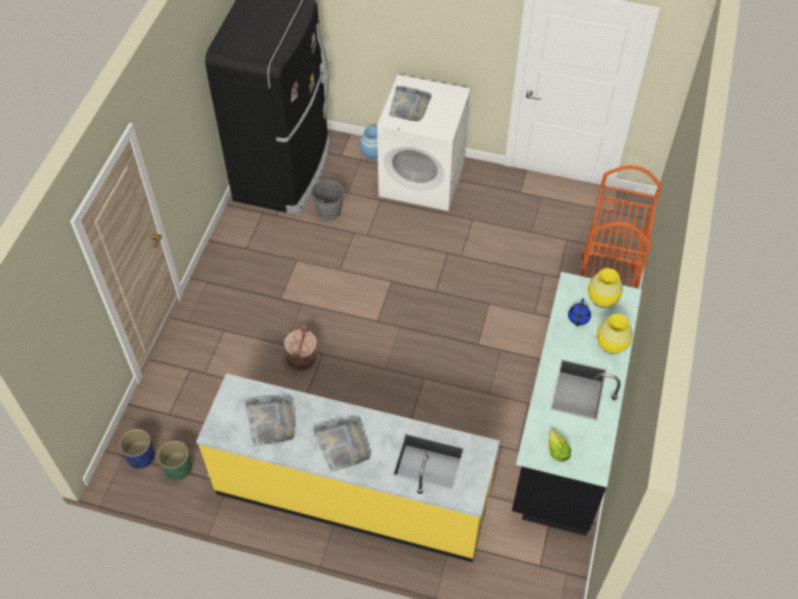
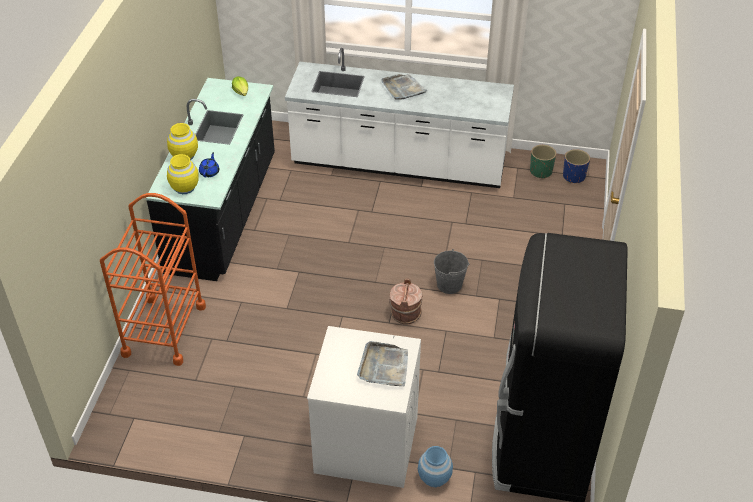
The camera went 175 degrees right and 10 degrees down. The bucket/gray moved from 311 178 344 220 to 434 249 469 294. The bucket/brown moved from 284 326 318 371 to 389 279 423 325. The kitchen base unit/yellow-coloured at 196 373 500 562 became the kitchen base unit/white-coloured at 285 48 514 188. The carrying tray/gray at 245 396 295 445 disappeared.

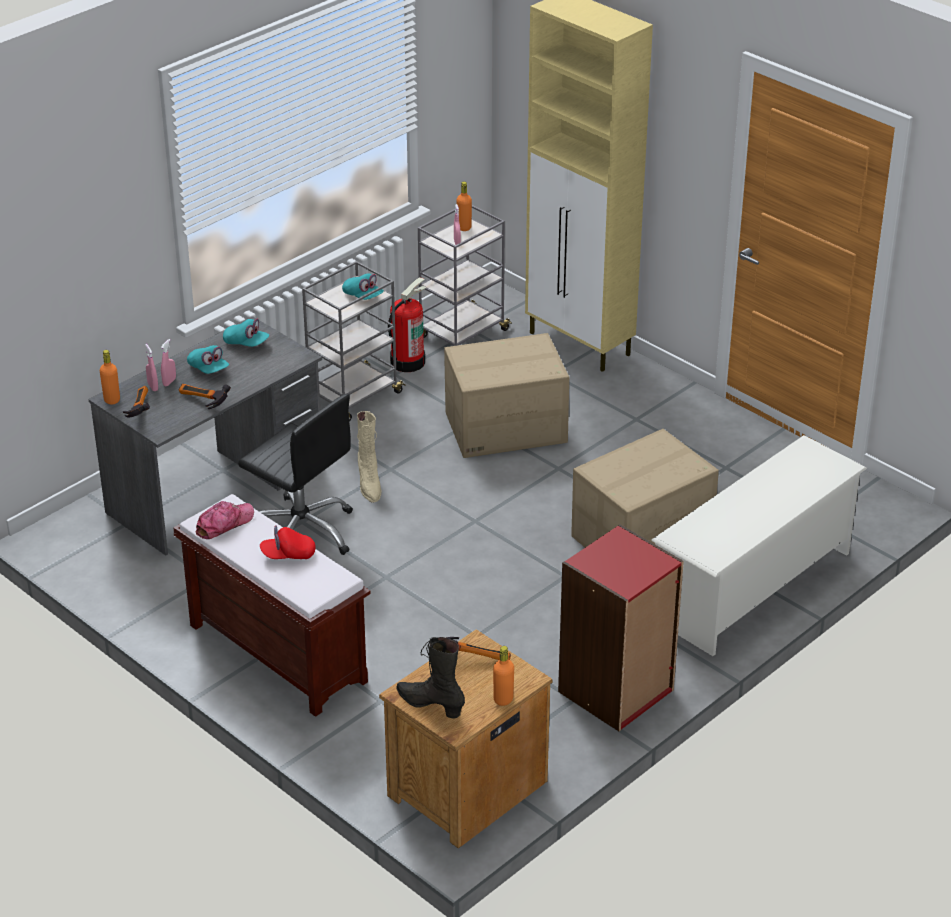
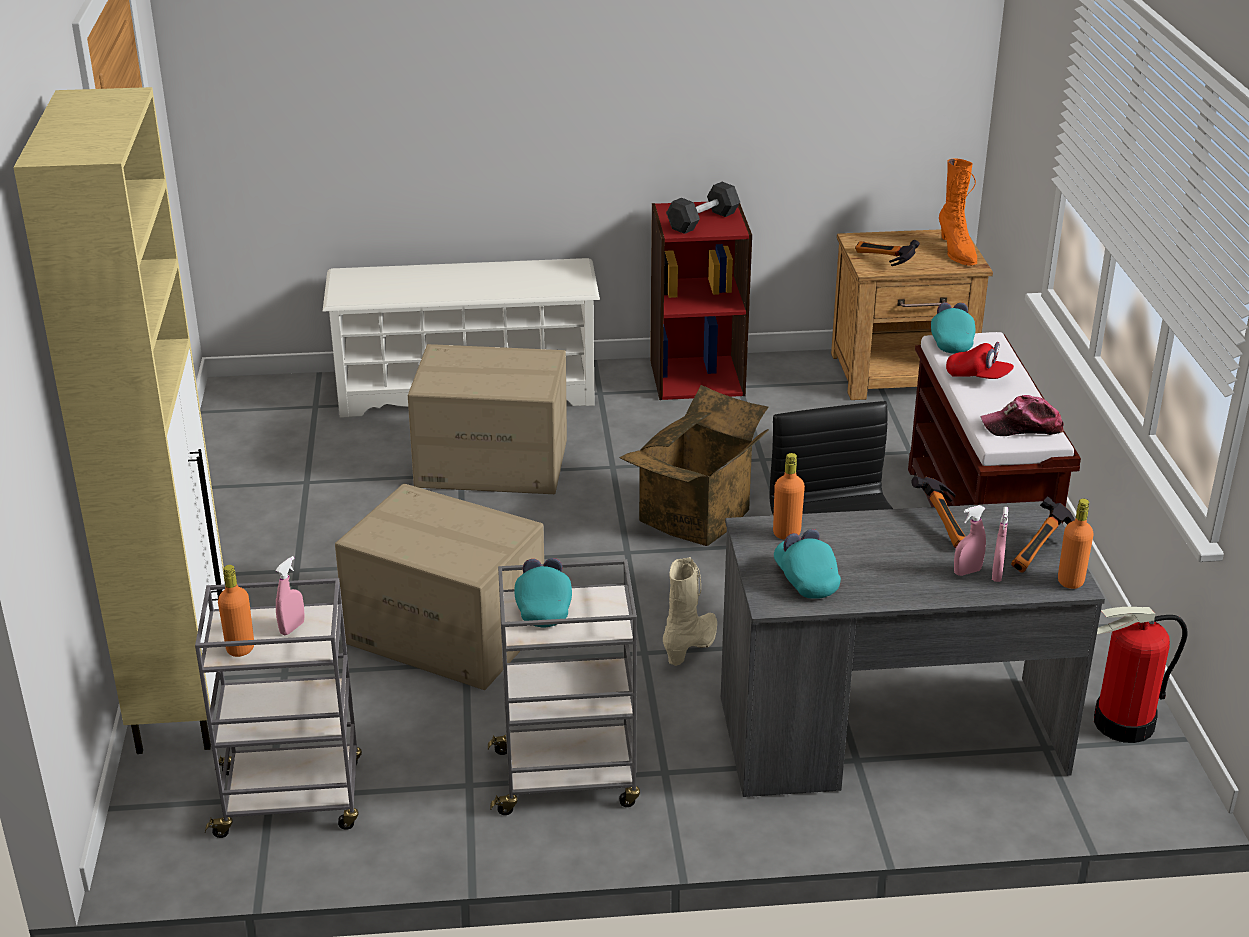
The camera went 140 degrees left and 5 degrees down. The fire-fighting cylinder moved from 388 277 427 372 to 1094 607 1187 743. The peaked cap/turquoise-coloured moved from 187 345 229 374 to 931 302 976 354. The boot/blackish at 396 637 465 719 became the boot/orange at 939 159 977 266. The drink bottle/orange moved from 493 646 514 706 to 773 453 805 540. The free weight/blackish at 666 182 740 234 appeared. The cardboard box at 619 385 769 546 appeared.

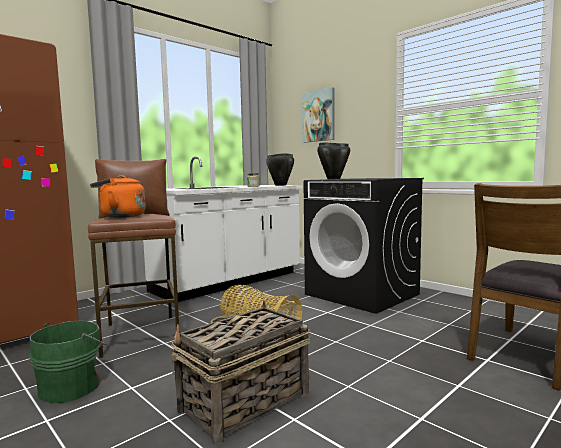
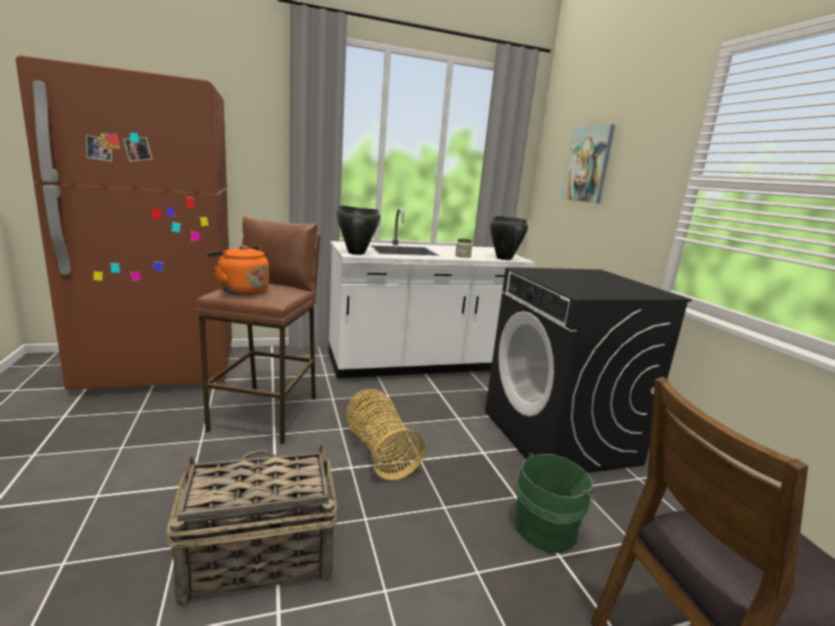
The camera went 25 degrees right and 10 degrees up. The stockpot/blackish moved from 317 142 350 179 to 336 205 380 255. The bucket/greenish moved from 30 321 108 403 to 514 453 598 553.

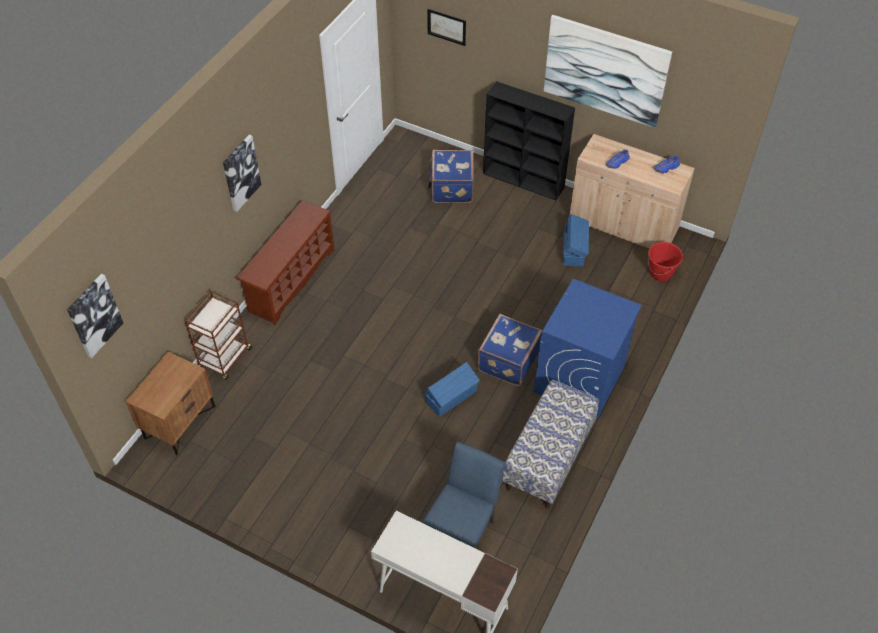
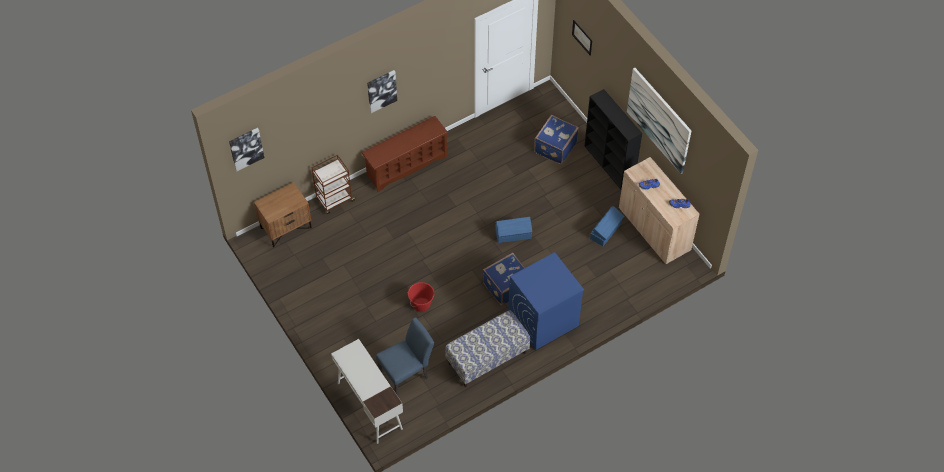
The camera went 30 degrees right and 5 degrees up. The bucket/red-coloured moved from 648 242 683 281 to 408 282 435 312. The storage box/blue-coloured moved from 425 362 480 417 to 495 217 532 243.

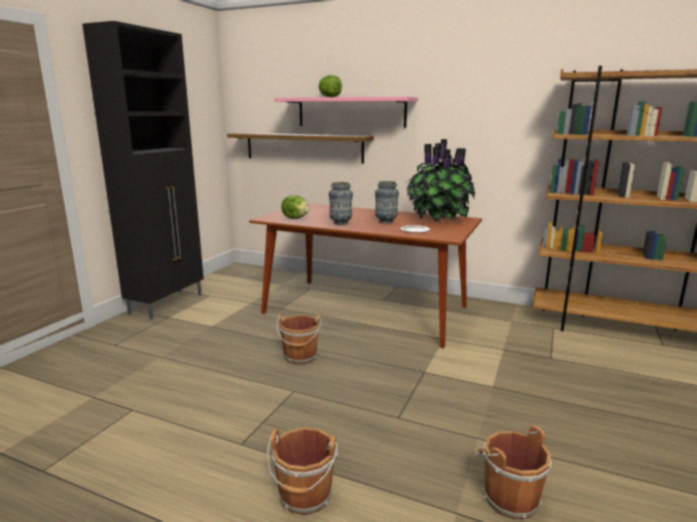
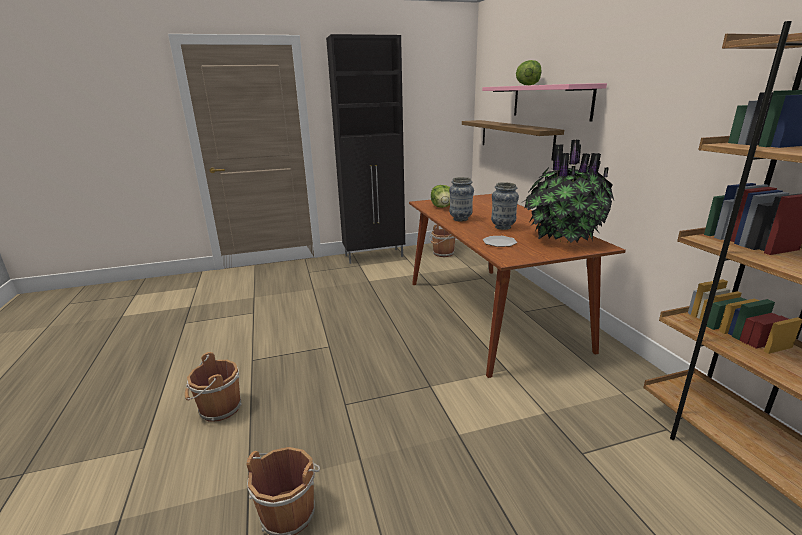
The camera went 50 degrees right and 5 degrees up. The bucket/brown moved from 277 314 322 364 to 429 224 455 257.

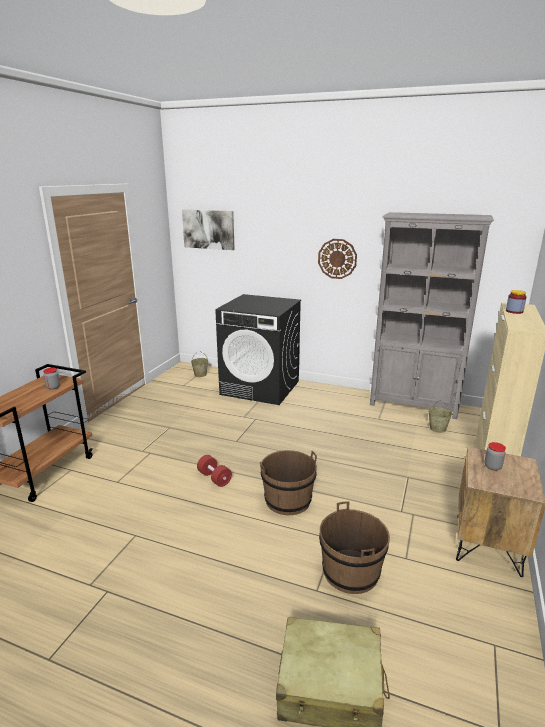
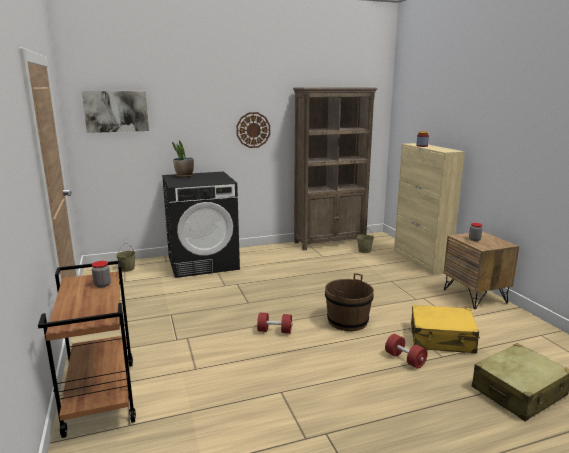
The camera went 40 degrees left and 5 degrees down. The bookshelf/gray at 370 212 494 419 became the bookshelf/brown at 293 87 377 251. The bucket/brown at 319 501 390 594 was replaced by the piece of luggage/yellow-coloured at 411 305 480 354. The potted plant at 172 140 194 177 appeared. The free weight/red-coloured at 385 334 428 369 appeared.

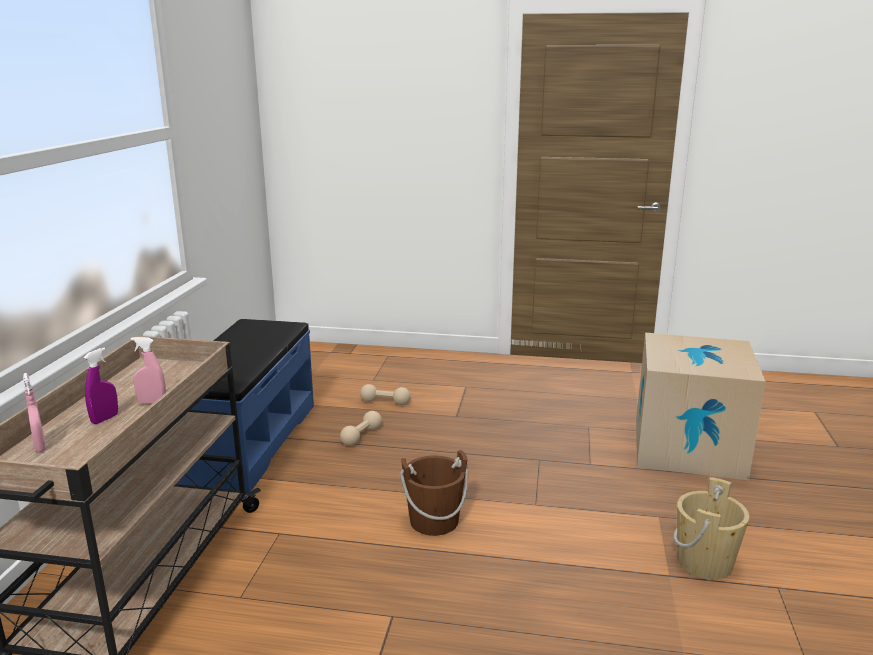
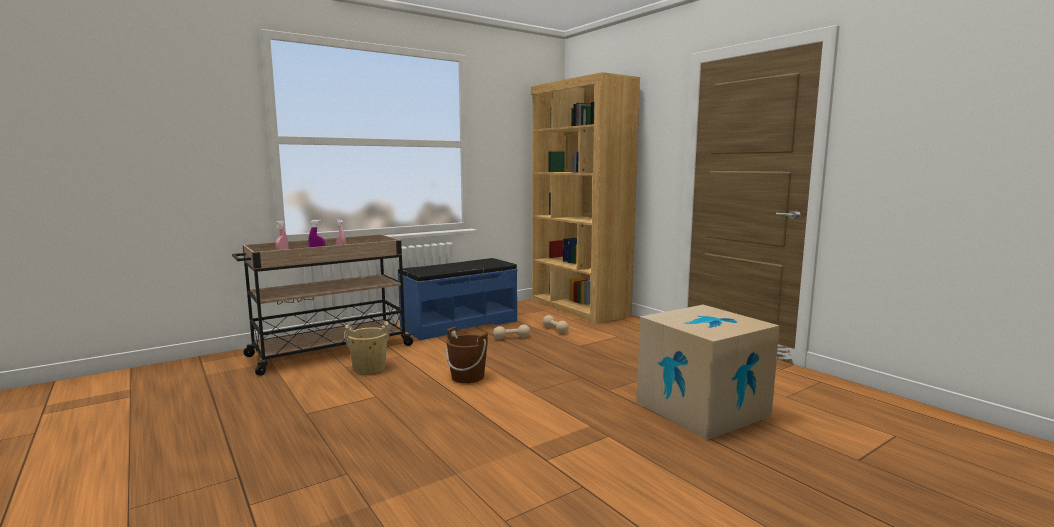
The camera went 45 degrees right and 10 degrees down. The bucket/sand-coloured moved from 673 477 750 580 to 344 321 390 374. The bookshelf/brown at 531 72 640 324 appeared.

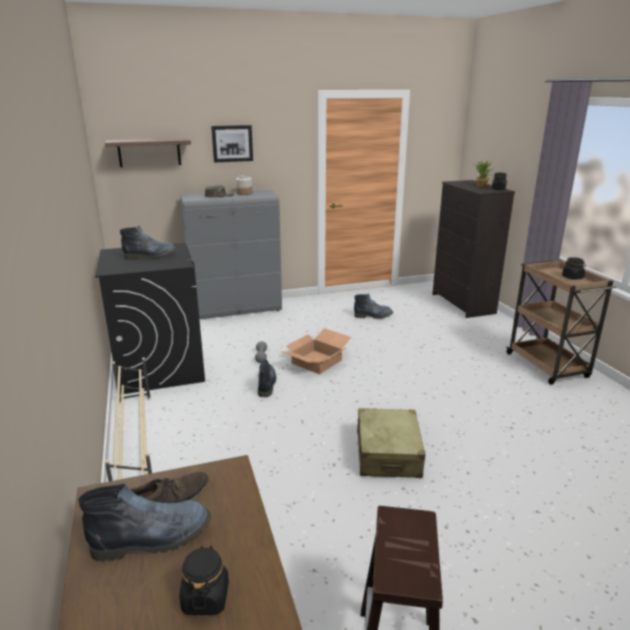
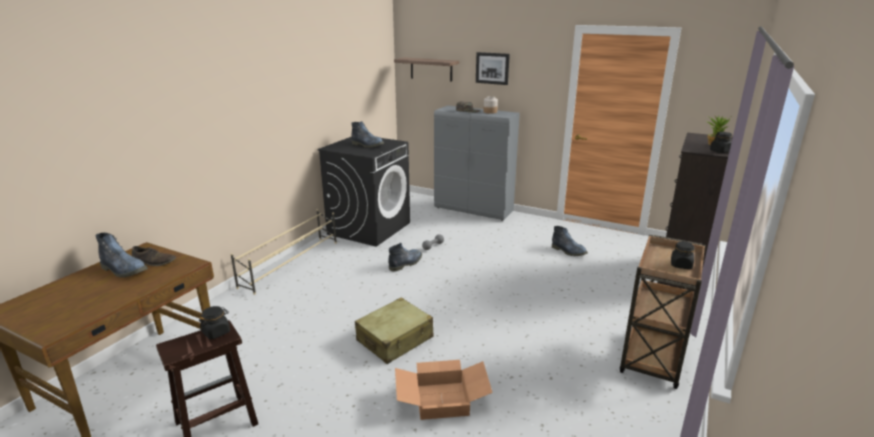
The camera went 45 degrees right and 0 degrees up. The cardboard box moved from 282 328 351 374 to 395 360 493 420. The preserve jar/blackish moved from 179 546 229 615 to 199 306 230 339.

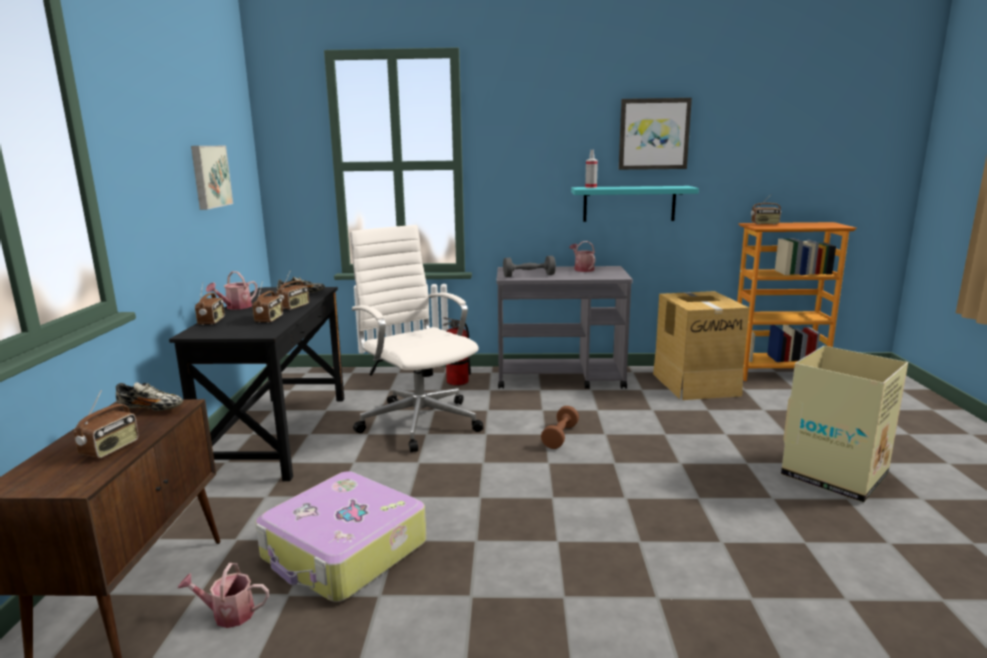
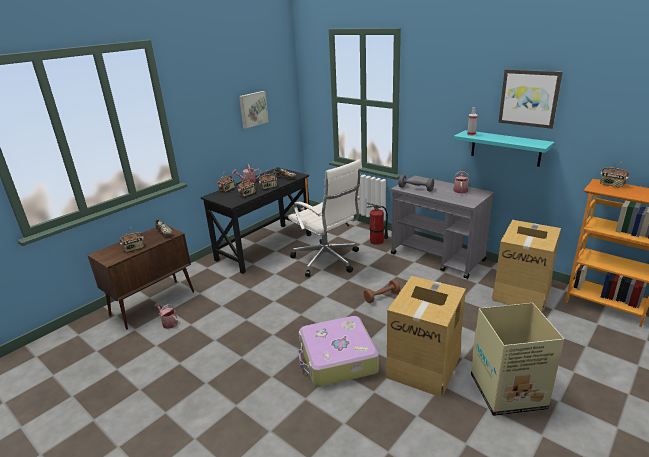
The camera went 40 degrees right and 10 degrees up. The computer chair/white-coloured at 350 225 483 452 turned 135 degrees clockwise. The piece of luggage moved from 256 471 426 602 to 298 316 379 387. The cardboard box at 385 276 466 397 appeared.

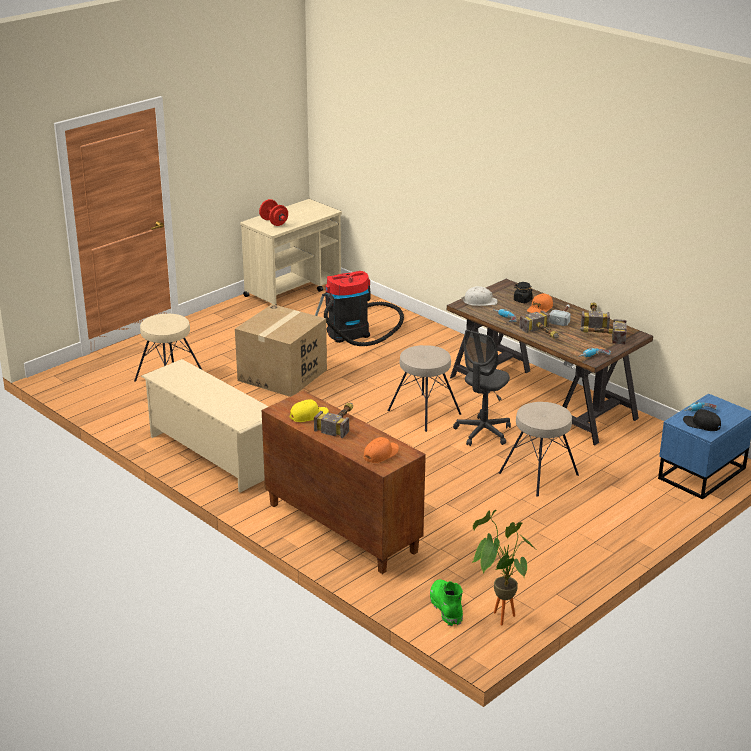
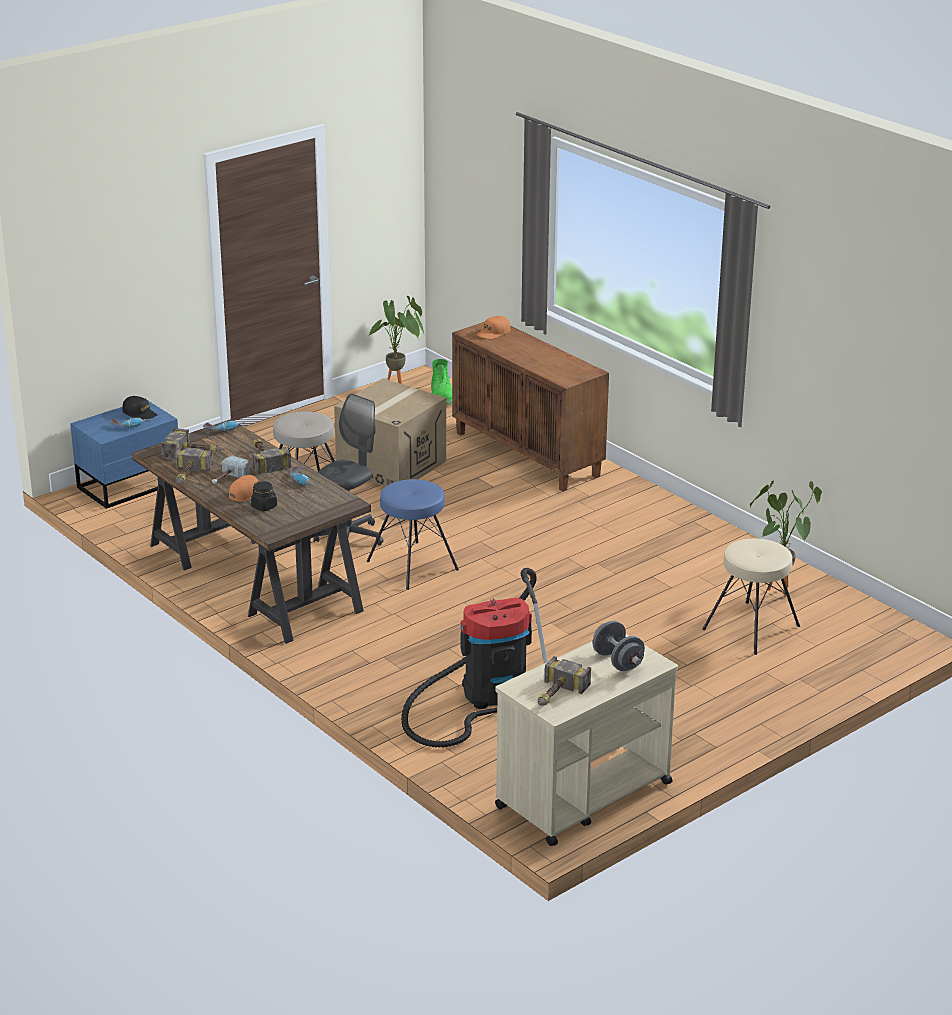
The camera went 175 degrees left and 0 degrees up. The free weight/red-coloured at 259 199 288 226 became the free weight/gray at 593 621 645 671. The hard hat/white-coloured at 462 286 497 306 disappeared. The cardboard box moved from 235 304 327 397 to 334 378 446 487. The stool/sand-coloured at 387 345 461 432 became the stool/blue-coloured at 366 479 459 590. The shoe rack/sand-coloured at 141 359 269 492 disappeared. The peaked cap/yellow-coloured at 290 399 329 422 disappeared. The tool hammer moved from 314 403 353 438 to 537 656 591 706. The potted plant at 750 481 822 597 appeared.

